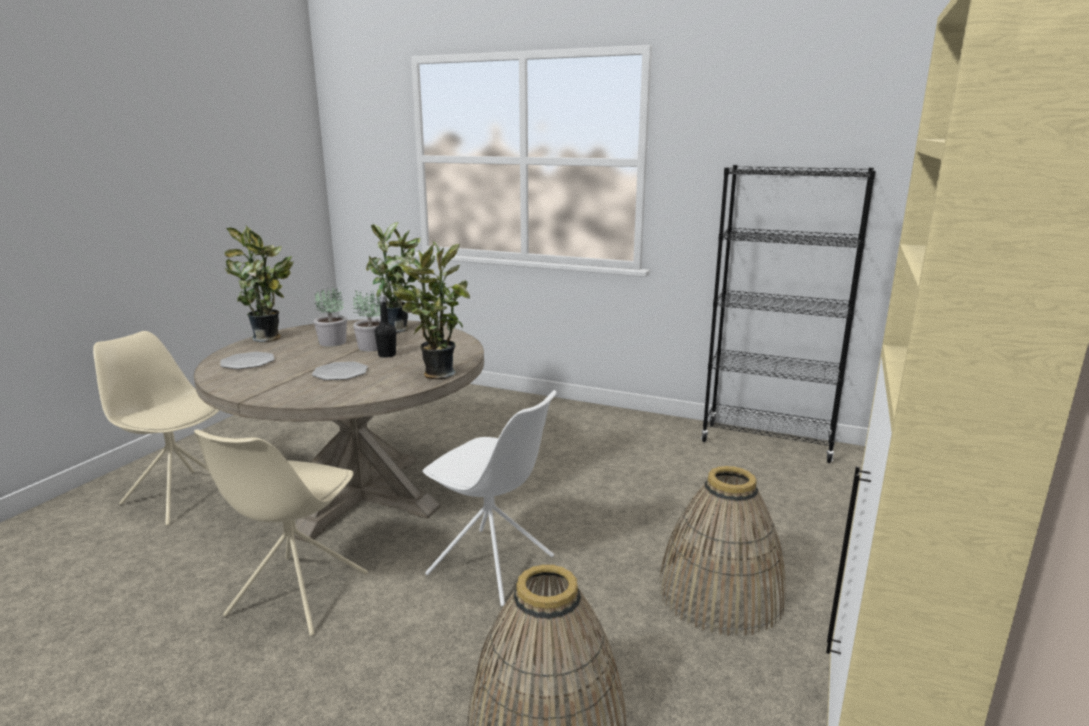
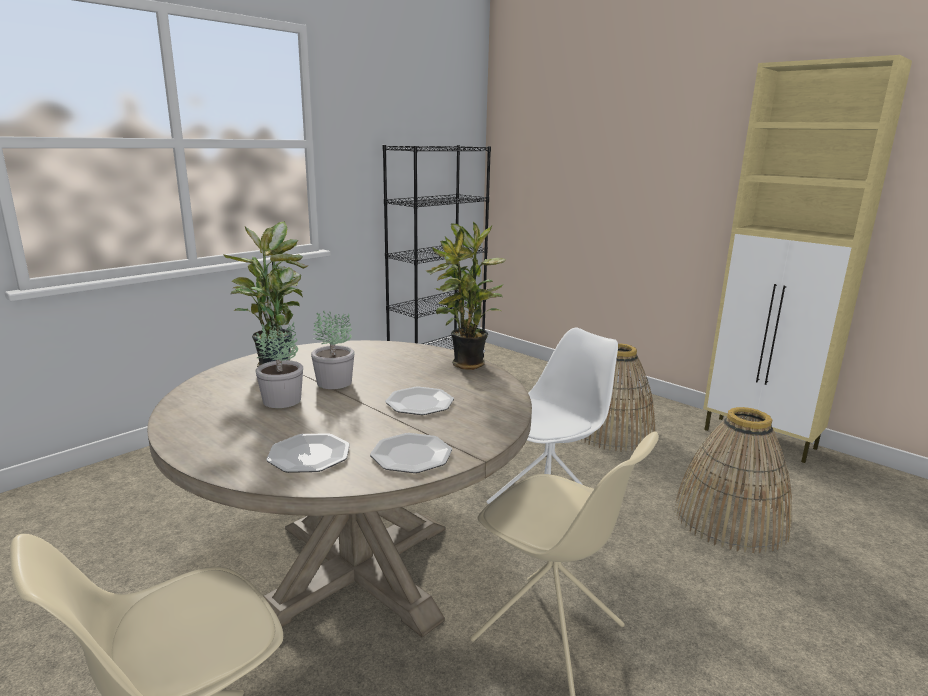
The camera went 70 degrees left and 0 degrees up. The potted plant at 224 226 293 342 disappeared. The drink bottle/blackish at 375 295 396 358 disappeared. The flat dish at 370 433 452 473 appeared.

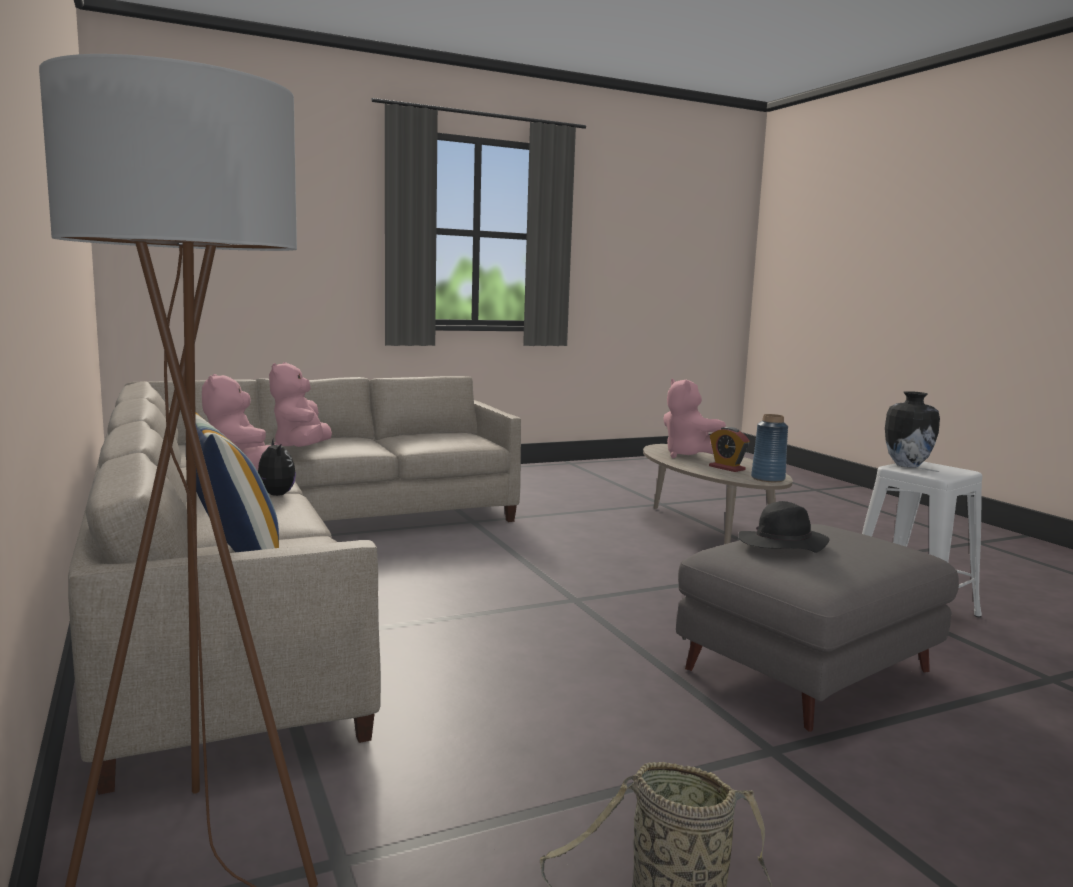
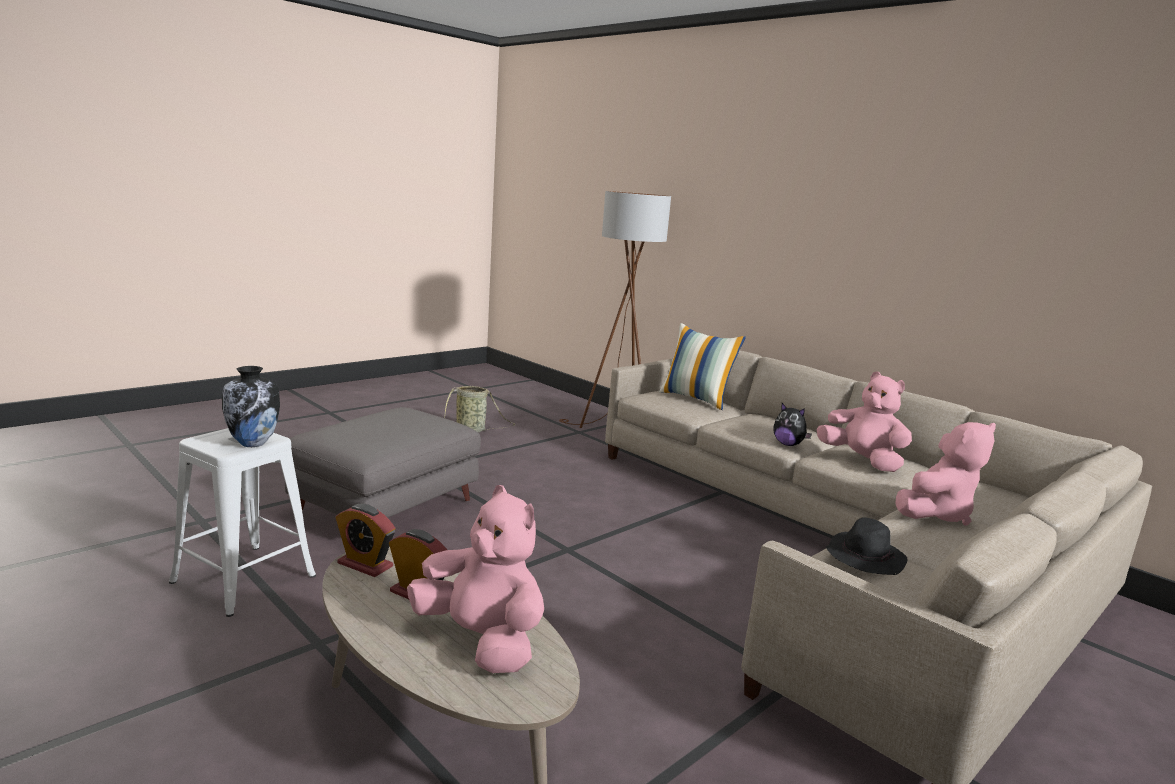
The camera went 160 degrees right and 5 degrees up. The plush toy/pinkish at 269 362 332 447 turned 75 degrees clockwise. The flower vase/blue-coloured at 751 414 788 482 was replaced by the bedside clock at 335 504 395 577. The hat/blackish moved from 738 501 830 553 to 826 517 907 575.

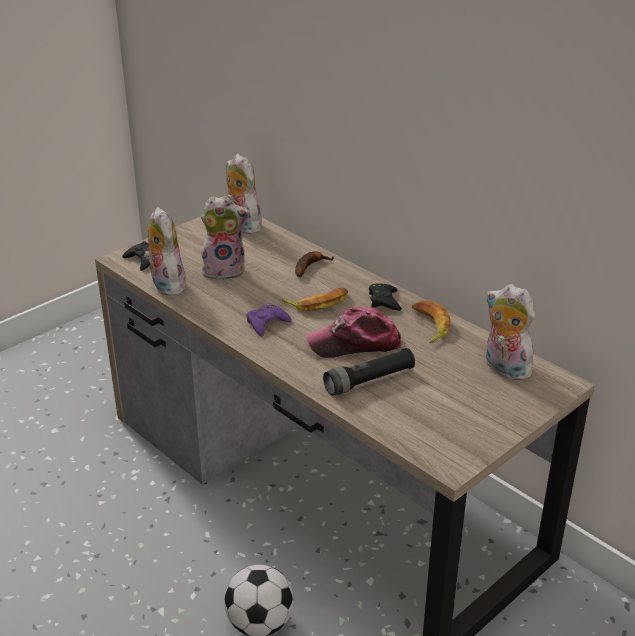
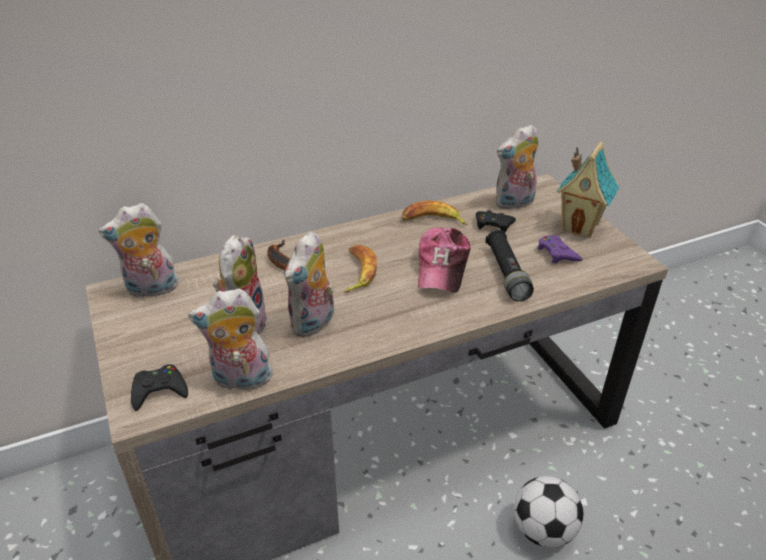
The camera went 70 degrees left and 5 degrees up. The game controller/blackish moved from 369 283 402 311 to 476 210 516 232. The game controller/purplish moved from 246 303 292 336 to 537 235 582 263. The model house at 556 142 619 238 appeared. The plush toy at 284 231 334 338 appeared.

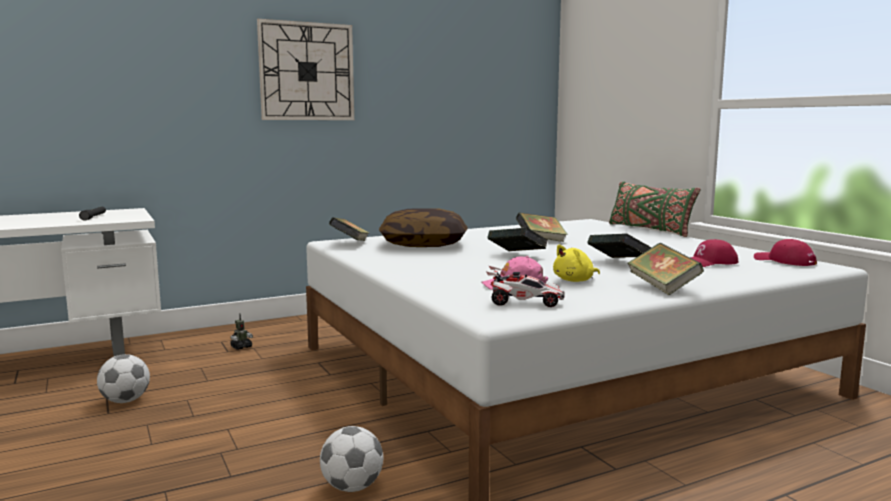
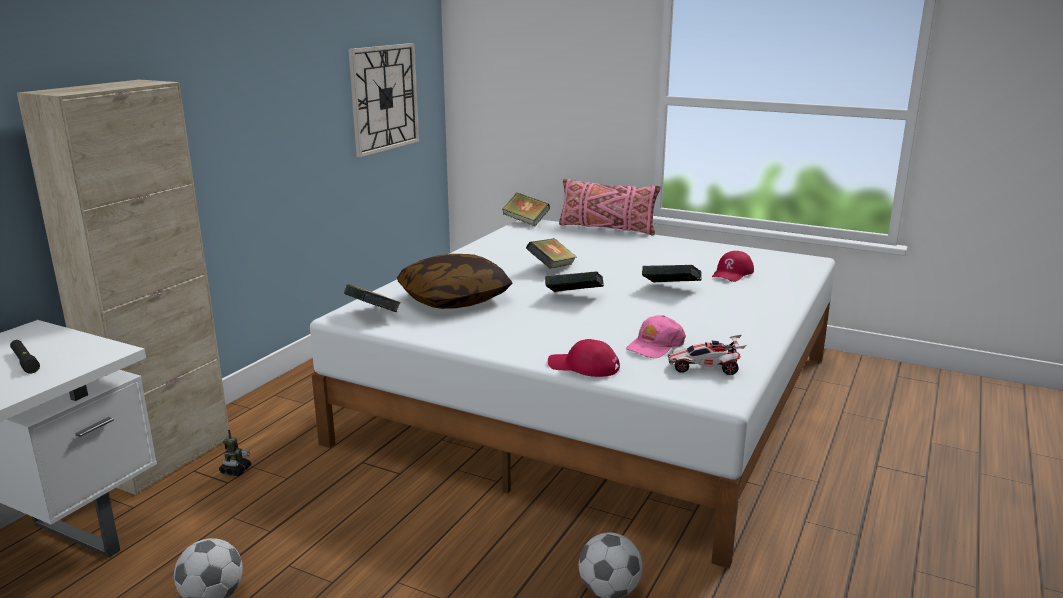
The camera went 35 degrees left and 10 degrees up. The wall clock moved from 257 19 354 120 to 348 43 419 157. The pillow/greenish at 609 182 701 237 became the pillow/pinkish at 559 179 660 235. The peaked cap/red-coloured moved from 754 239 817 266 to 548 339 620 377. The bound book moved from 627 243 704 295 to 502 193 550 226. The plush toy/yellow-coloured at 553 245 600 282 disappeared. The miniature car at 486 266 565 307 turned 150 degrees counterclockwise. The storage cabinet/sand-coloured at 17 80 229 495 appeared.

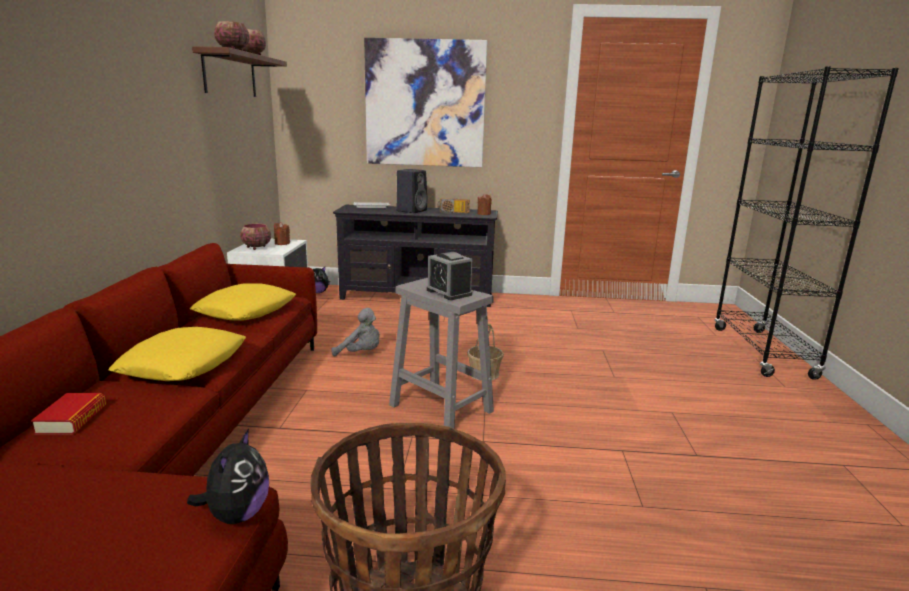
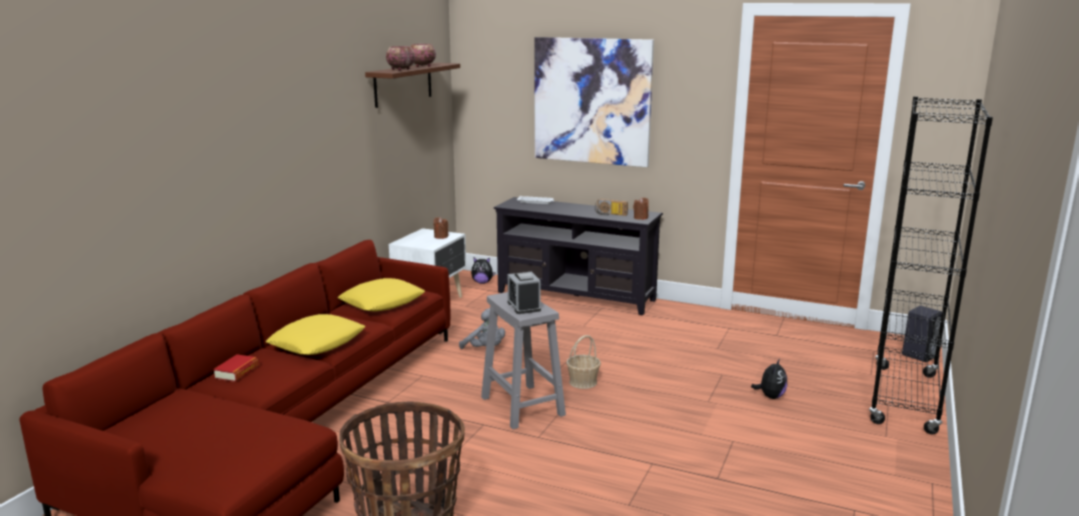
The camera went 20 degrees right and 0 degrees up. The loudspeaker/blackish moved from 397 169 428 213 to 902 306 942 362. The serving bowl at 240 223 271 250 disappeared. The plush toy moved from 187 428 269 524 to 751 359 787 399.

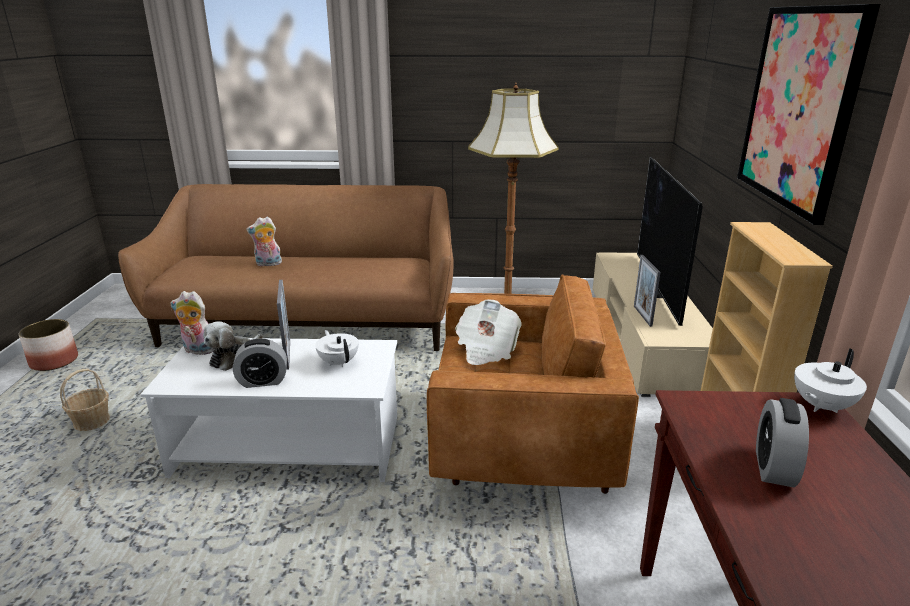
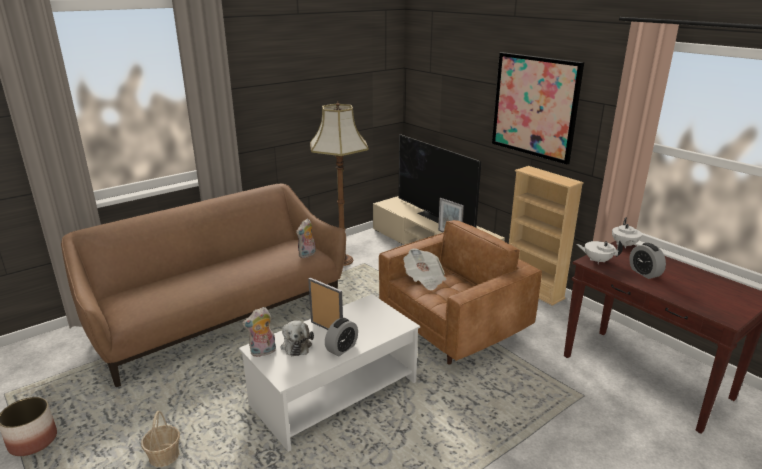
The camera went 40 degrees left and 0 degrees up. The plush toy moved from 246 217 282 267 to 296 219 316 258. The pot for tea/white-coloured moved from 315 330 359 367 to 577 240 623 264.

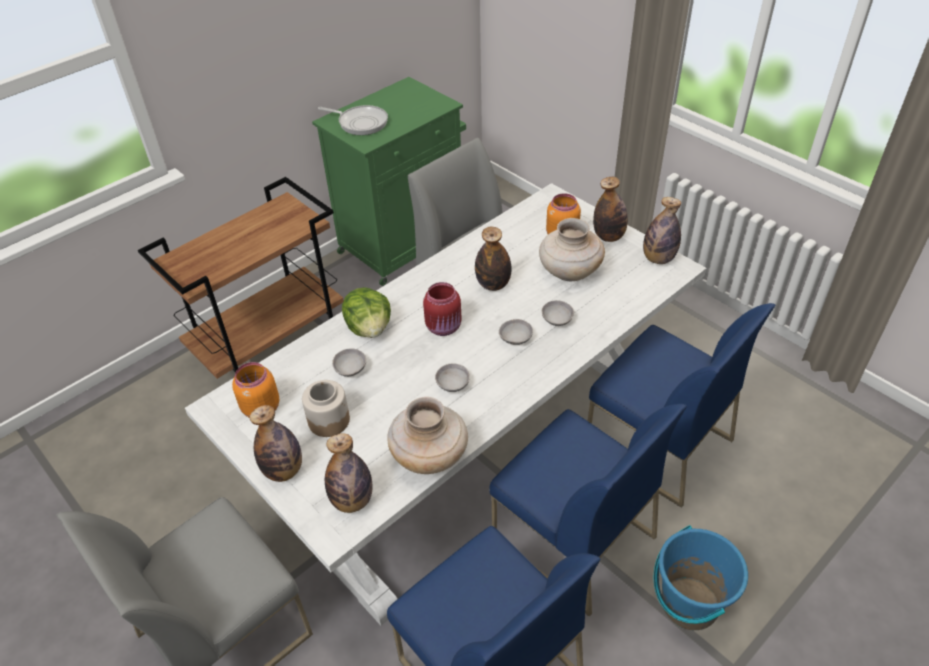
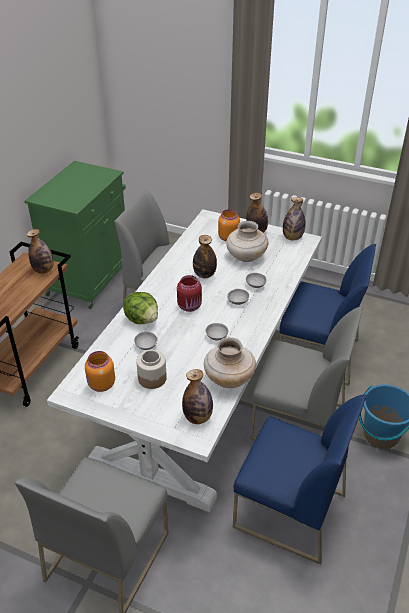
The camera went 25 degrees left and 5 degrees down. The frying pan at 318 105 388 135 disappeared. The chair/blue-coloured at 489 404 687 617 became the chair/gray at 251 307 363 440. The drink bottle moved from 250 405 302 482 to 27 229 54 274.

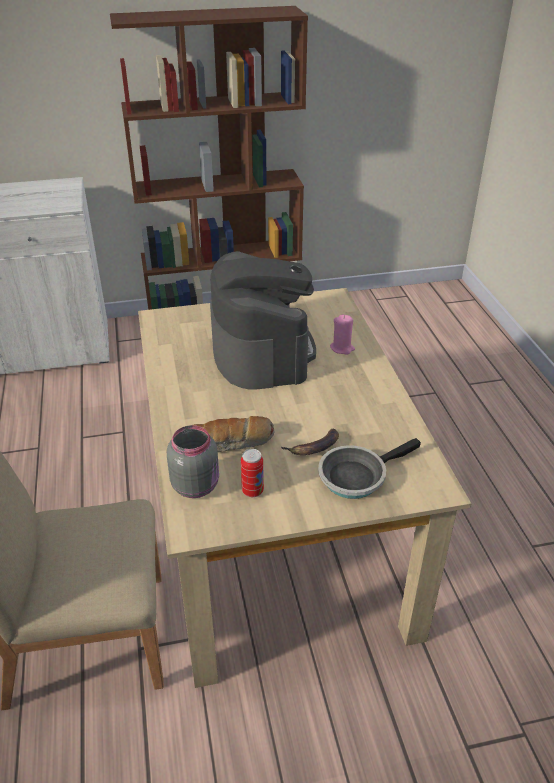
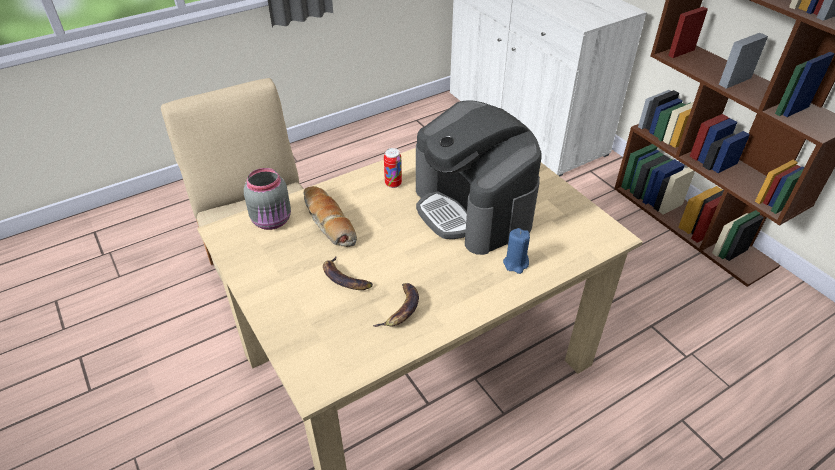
The camera went 70 degrees right and 5 degrees up. The coffee machine at 210 251 316 390 turned 90 degrees clockwise. The wax light/pinkish at 330 315 355 355 became the wax light/blue-coloured at 503 228 530 274. The frying pan at 318 438 421 499 disappeared. The metal can moved from 241 449 264 497 to 384 148 402 188. The banana fruit at 373 283 419 327 appeared.

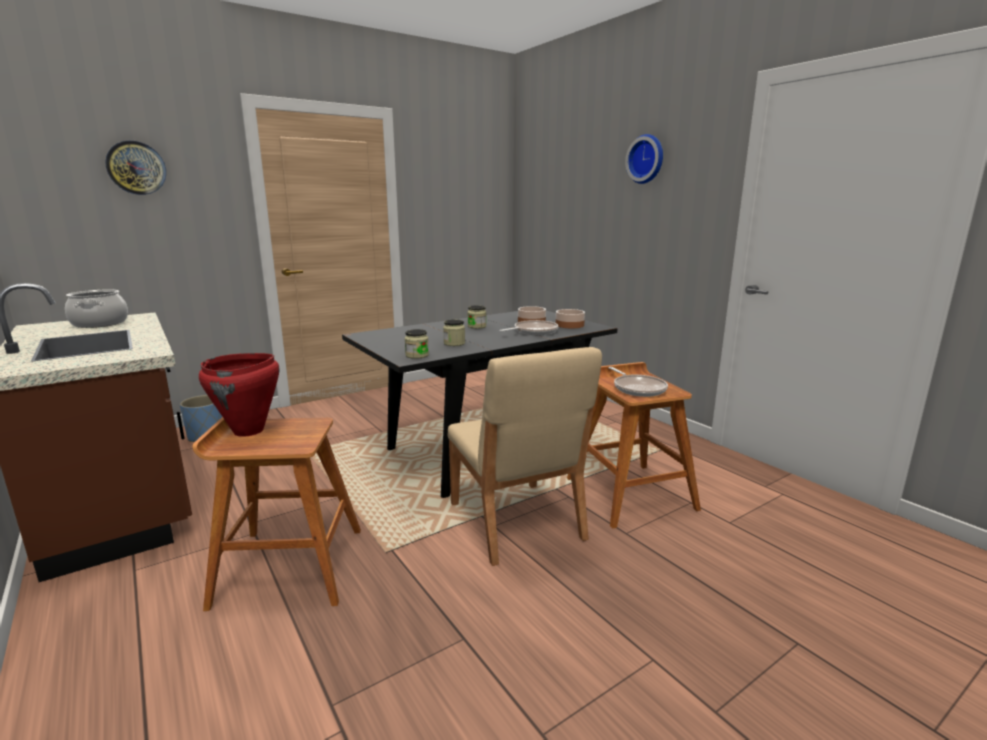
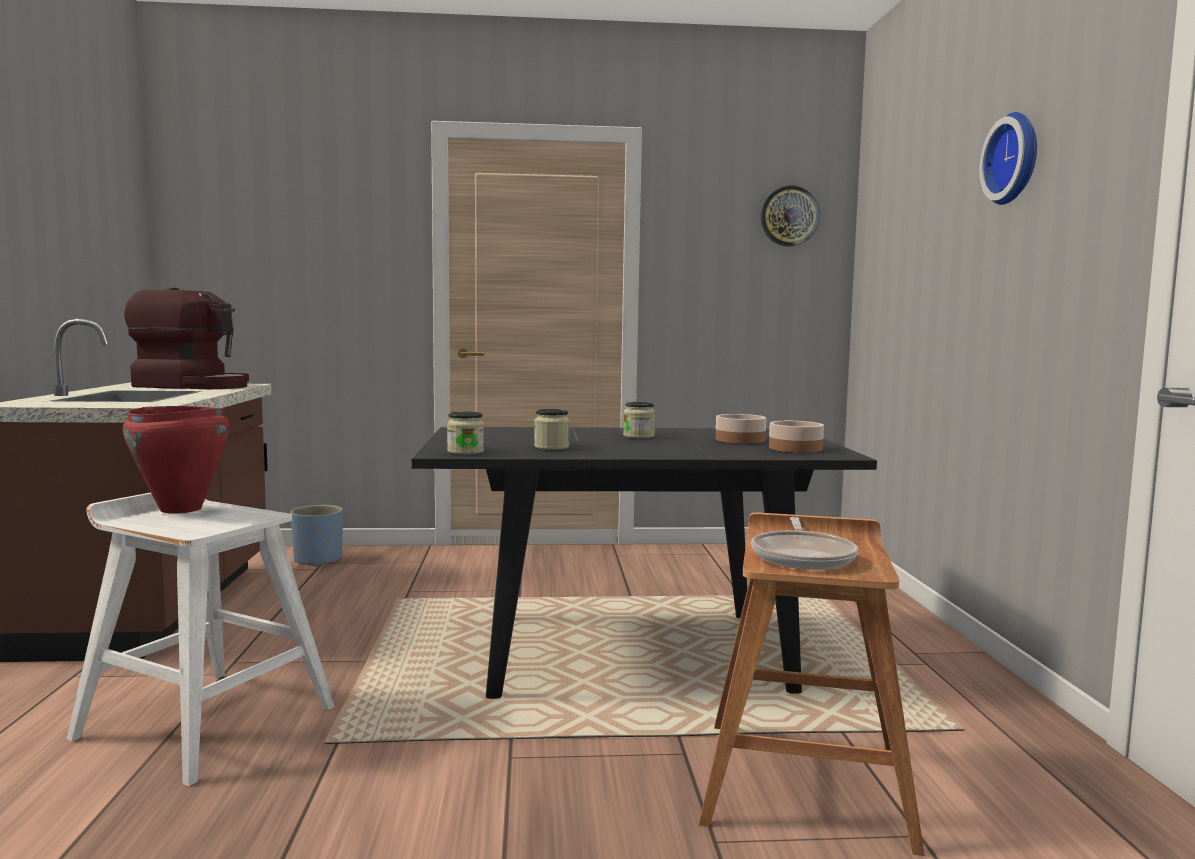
The camera went 30 degrees right and 10 degrees down. The wall clock moved from 105 141 166 195 to 760 185 820 246. The stockpot at 65 289 128 328 was replaced by the coffee machine at 124 288 249 389. The frying pan at 499 320 559 335 disappeared. The chair/sand-coloured at 448 347 602 566 disappeared. The stool/brown at 193 417 361 611 became the stool/white-coloured at 67 492 335 786.

